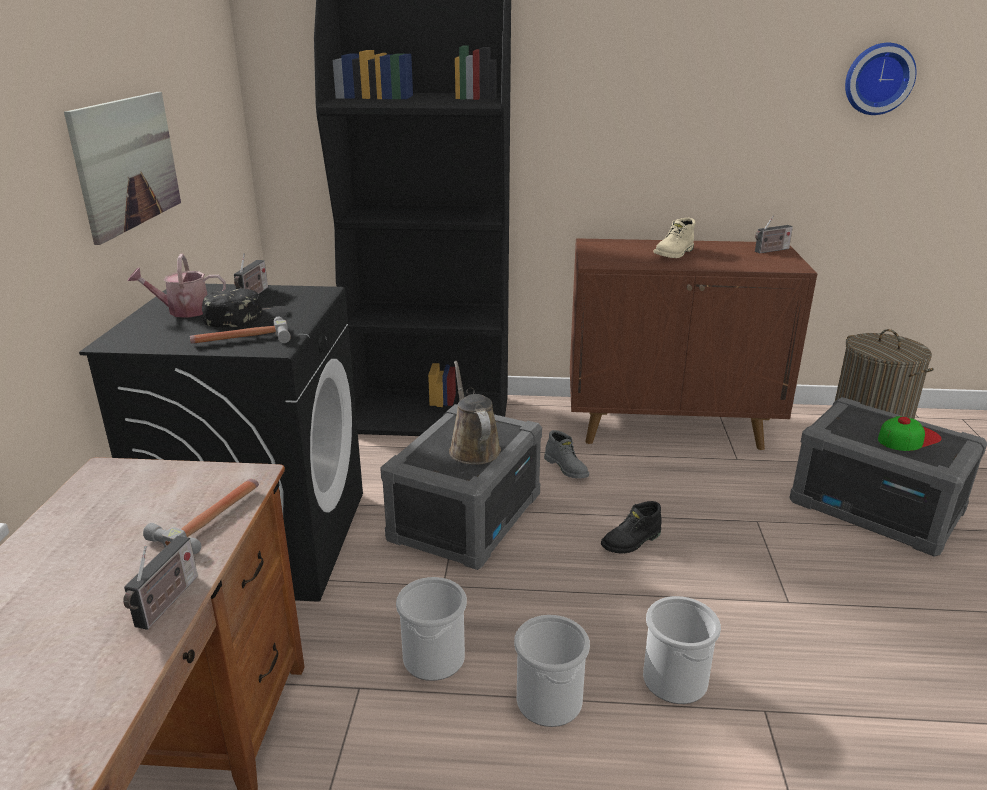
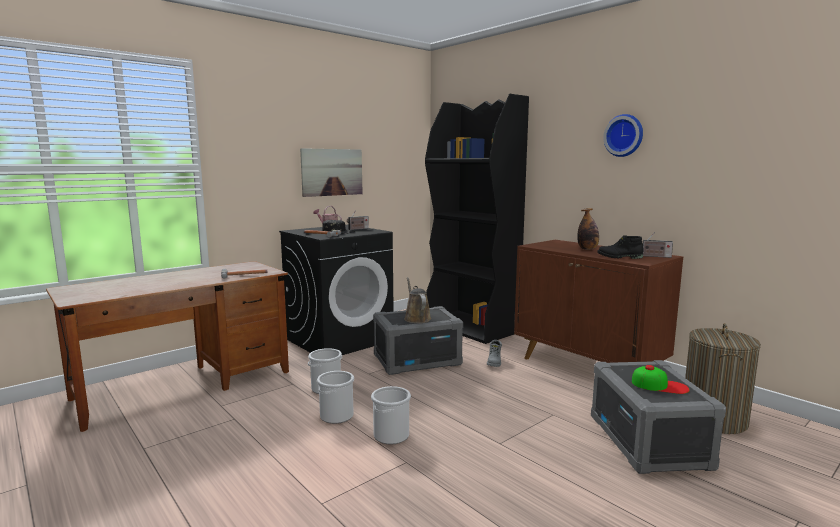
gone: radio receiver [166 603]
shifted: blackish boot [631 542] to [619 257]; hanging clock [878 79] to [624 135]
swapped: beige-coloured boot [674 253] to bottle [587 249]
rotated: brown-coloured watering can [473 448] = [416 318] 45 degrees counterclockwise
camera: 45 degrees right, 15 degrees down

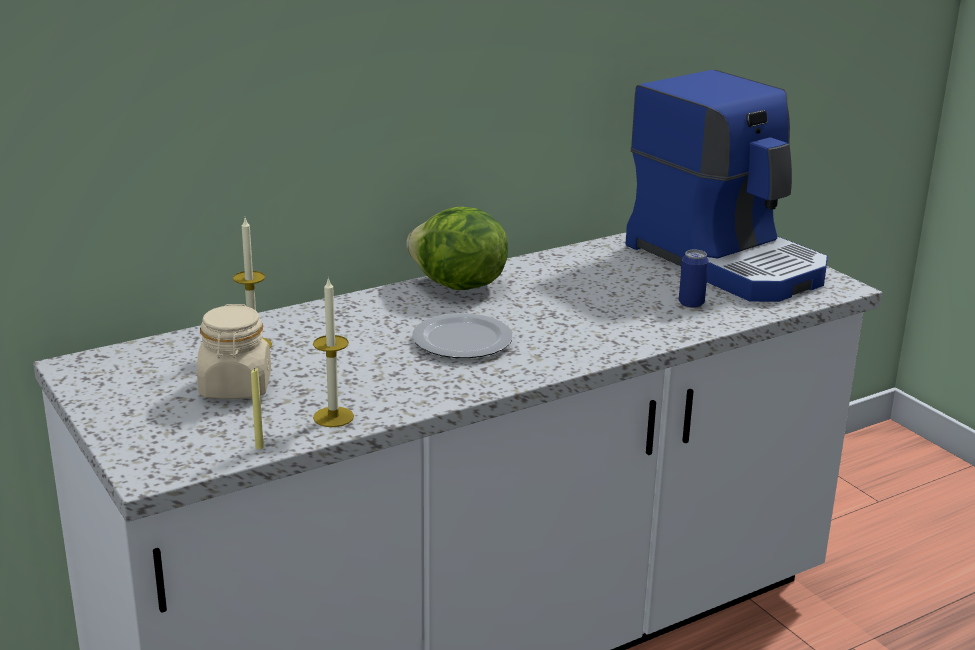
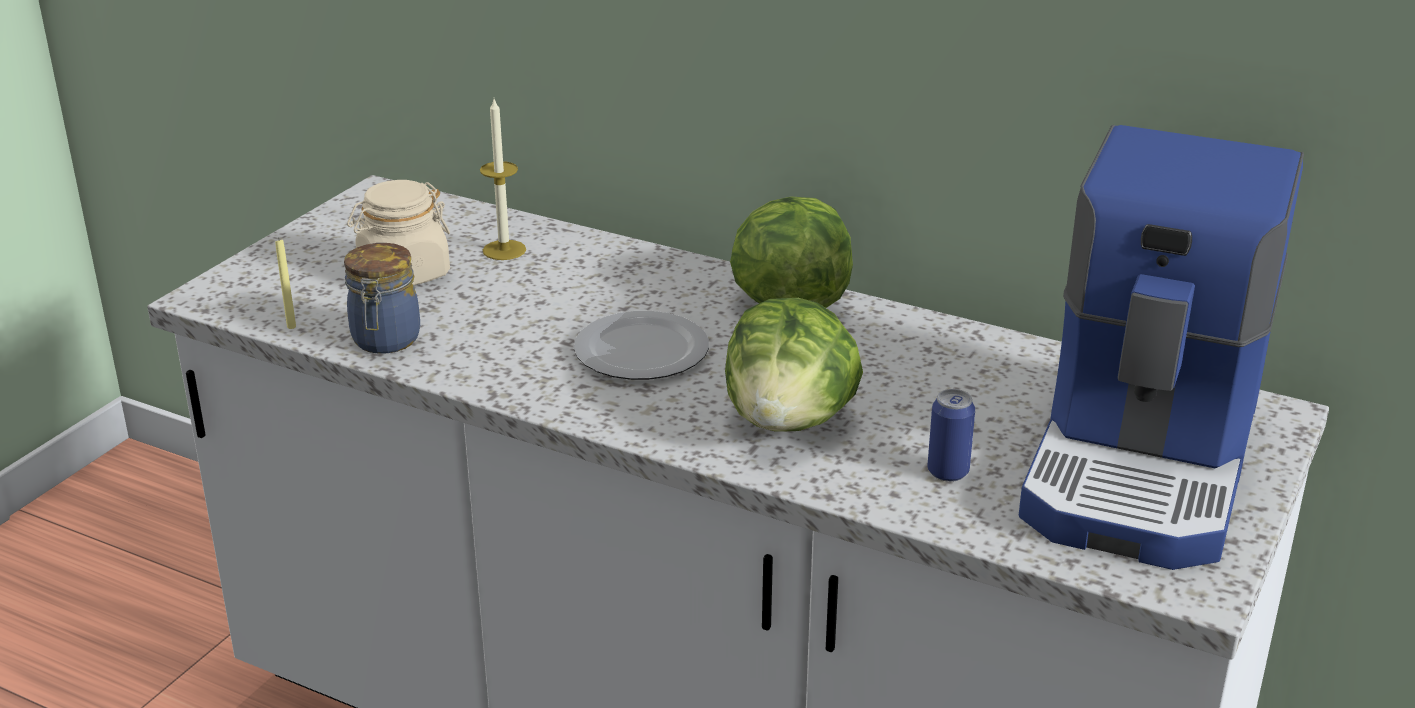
new: head of lettuce [790 421]
swapped: candle [333 417] to preserve jar [385 341]
camera: 60 degrees right, 5 degrees up

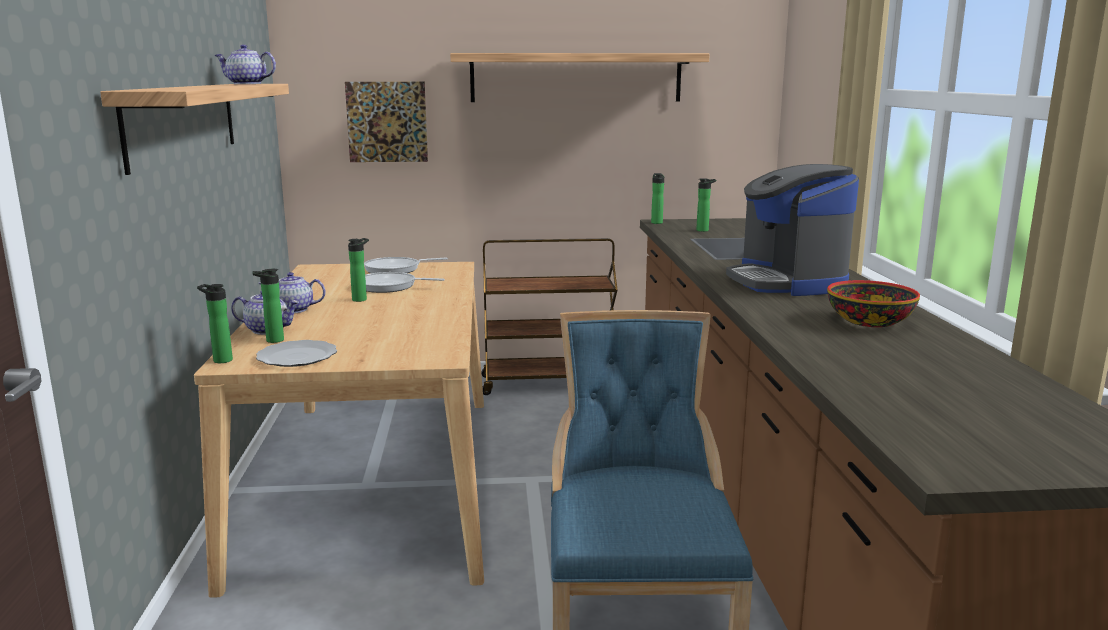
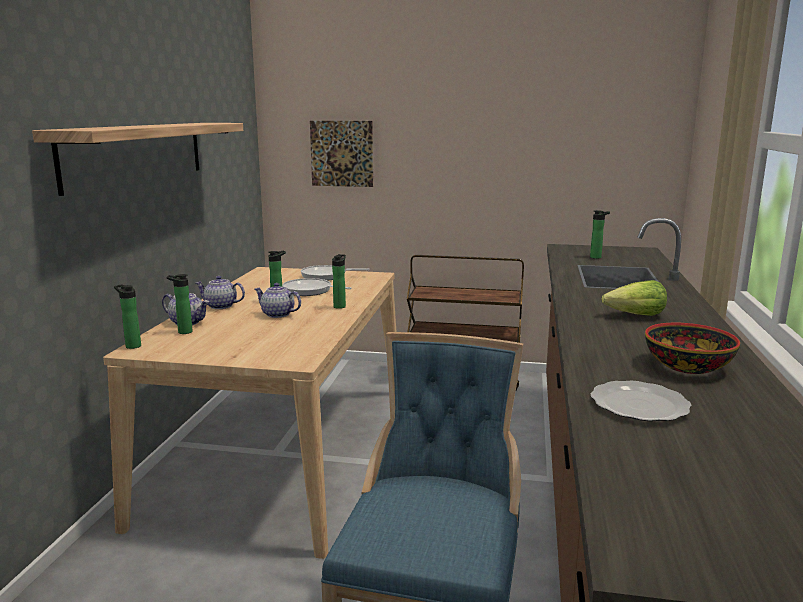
gone: bracket shelf [576 78]
shifted: tea pot [246 84] to [277 314]; dinner plate [296 357] to [638 405]; bottle [656 222] to [340 306]
swapped: coffee maker [787 282] to head of lettuce [636 316]
camera: 15 degrees right, 0 degrees up

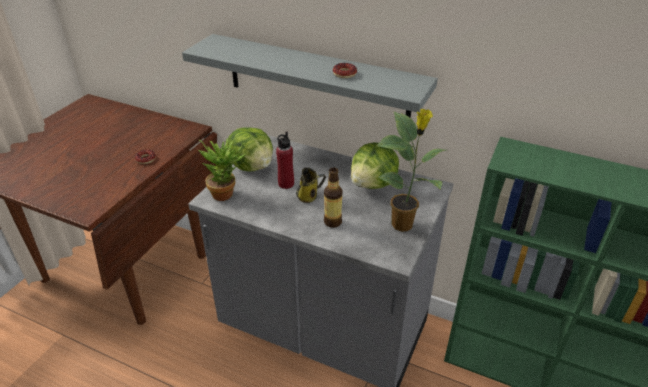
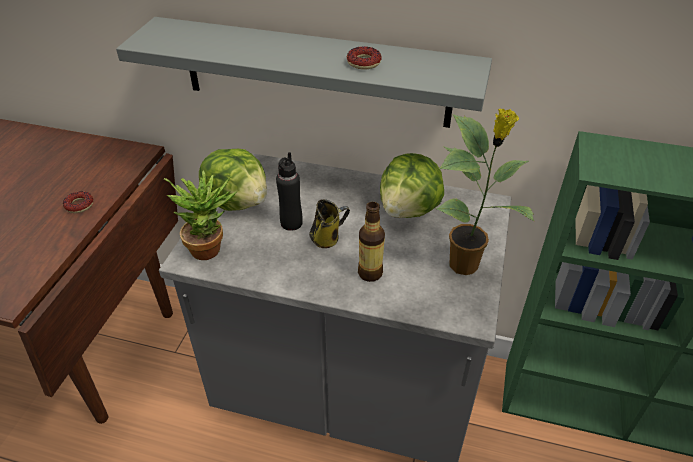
repainted: reddish bottle [286 184] to blackish bottle [291 223]
camera: 10 degrees left, 5 degrees up

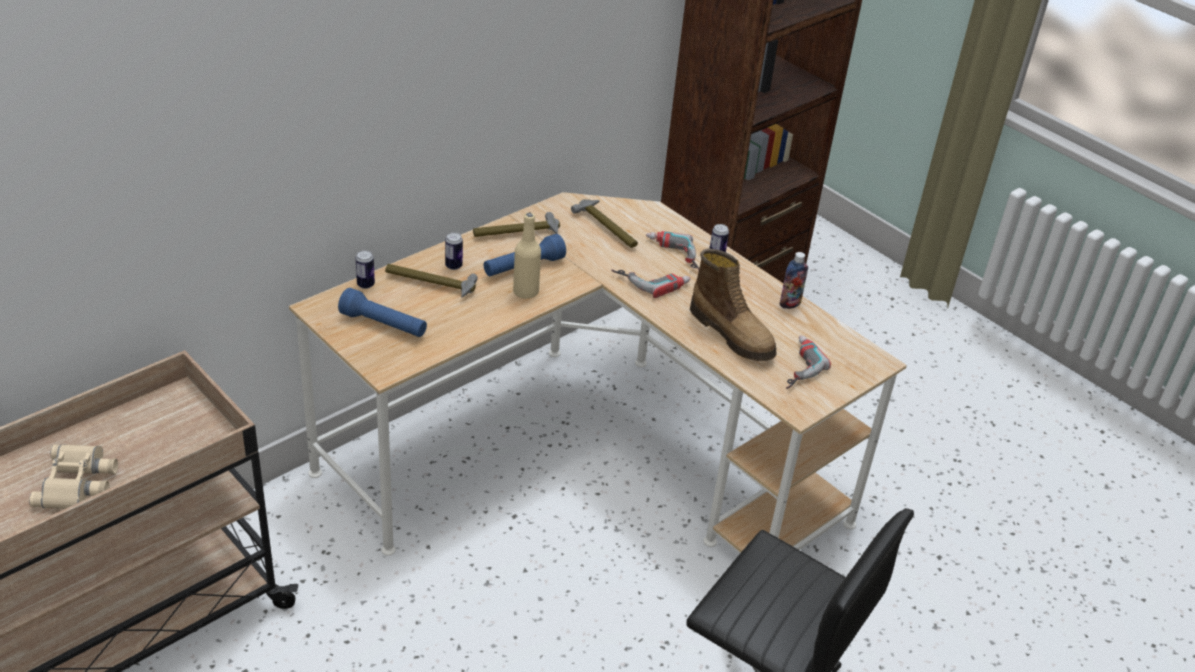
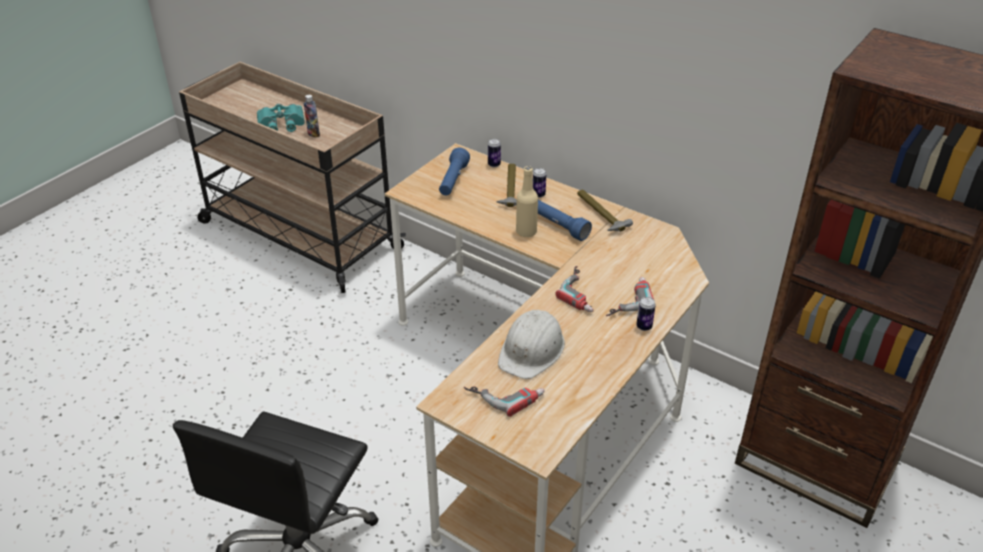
gone: hammer [607 228]
shifted: bottle [790 304] to [313 134]
swapped: boot [733 334] to white hard hat [532 350]
repainted: beige-coloured binoculars [79 482] to blue-green binoculars [281 124]
camera: 80 degrees right, 0 degrees up

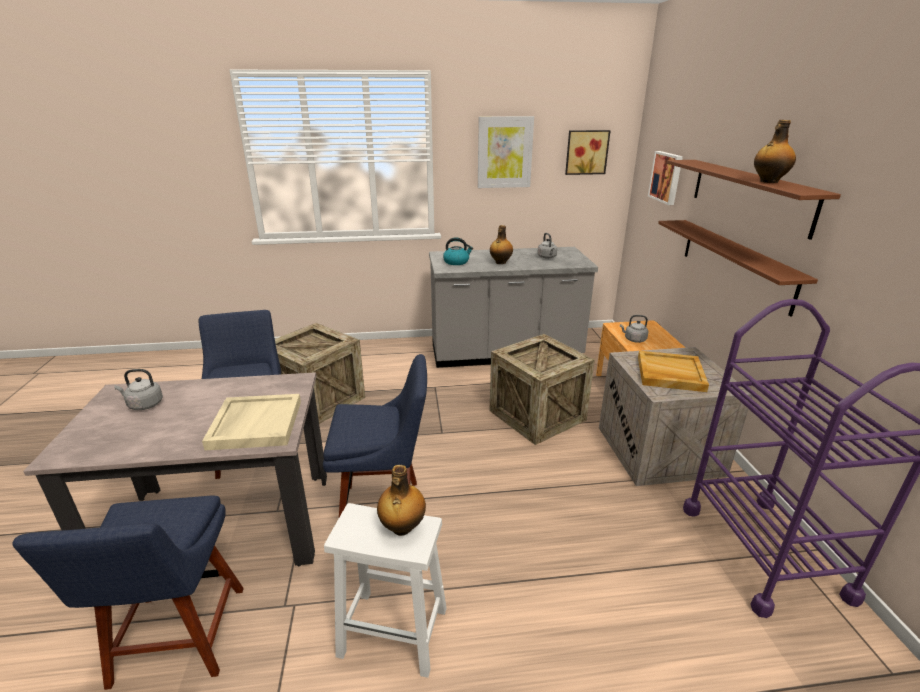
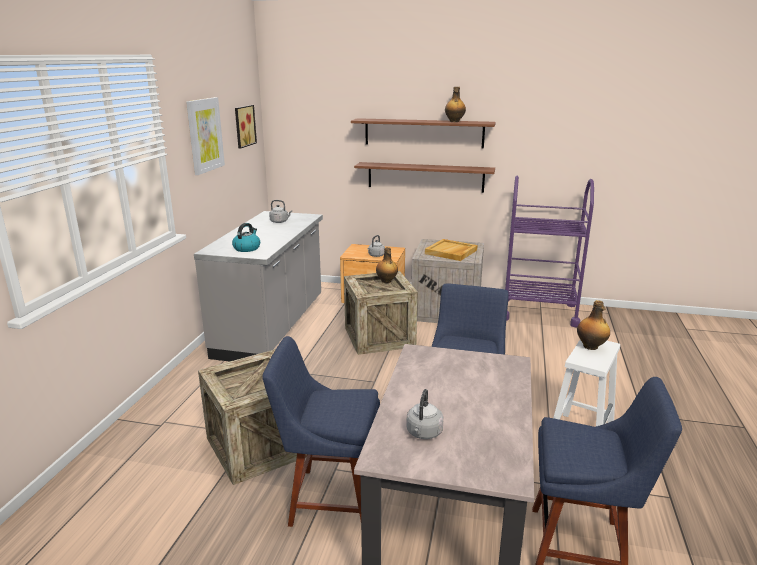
gone: beige-coloured tray [255 424]; wall picture [666 177]
shifted: bottle [500 262] to [386 281]
camera: 70 degrees left, 5 degrees down

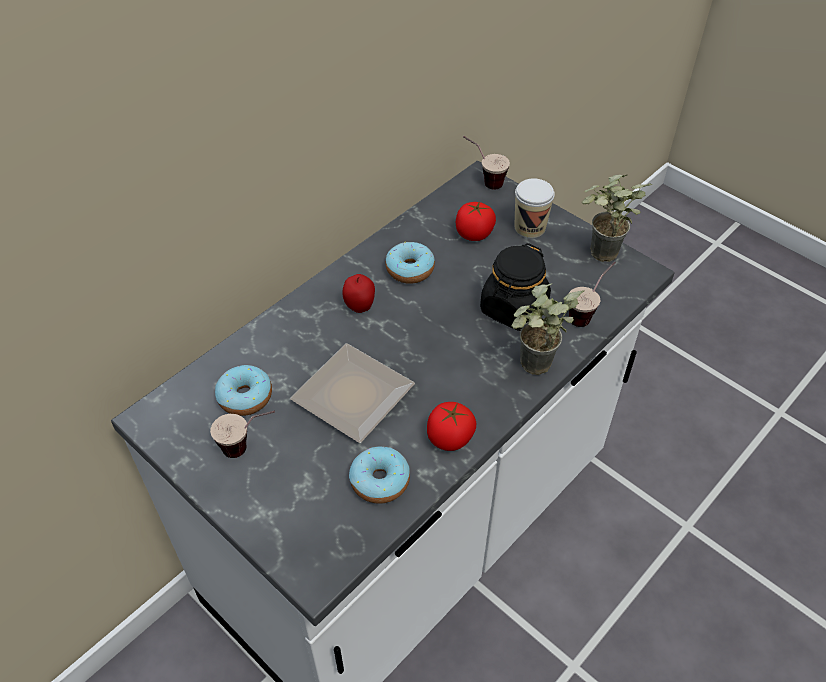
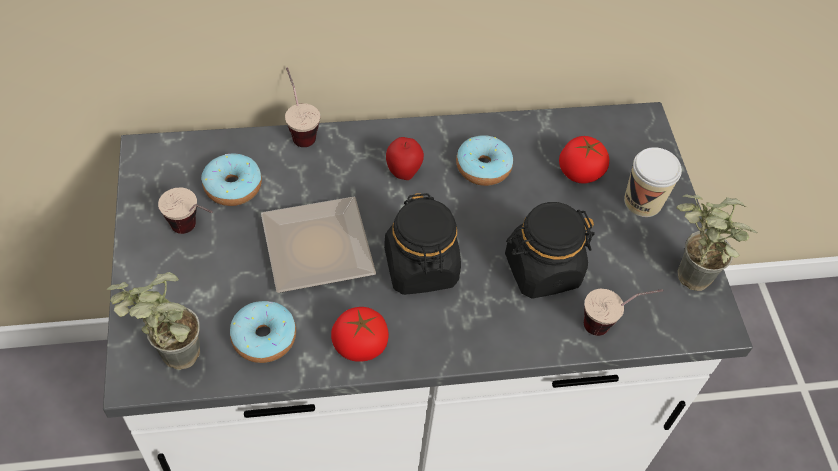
new: blackish preserve jar [421 267]
shifted: small cup [483 180] to [299 129]; houseplant [532 371] to [169 359]
camera: 35 degrees right, 5 degrees up

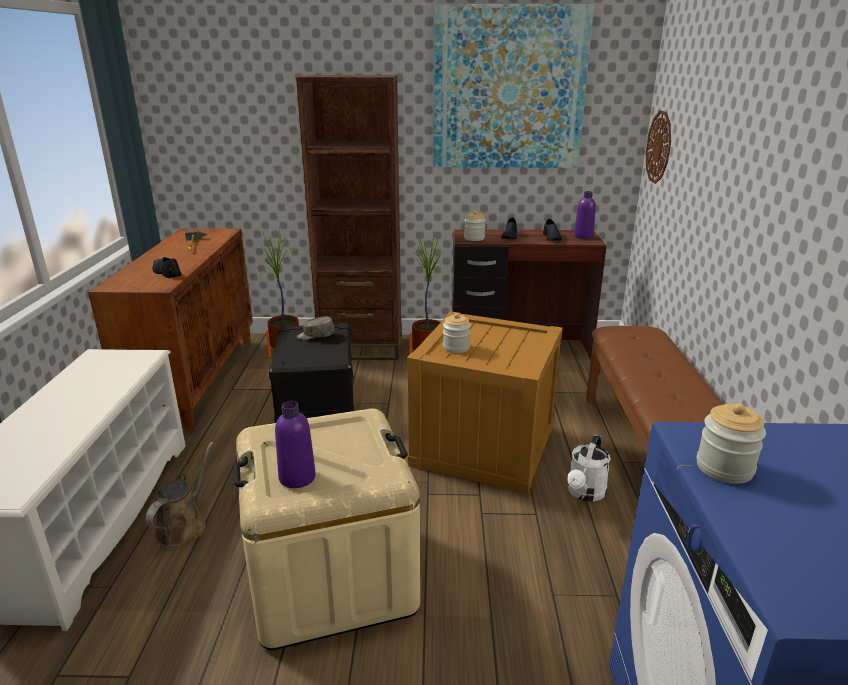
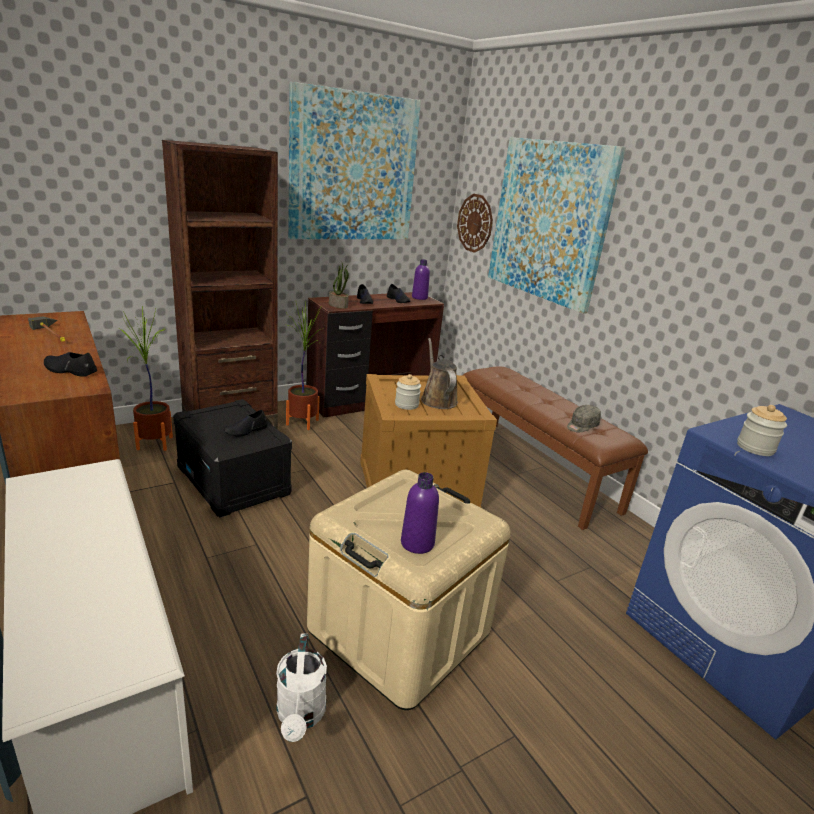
new: blackish shoe [246 430]; wall picture [549 221]
shifted: brown-coloured watering can [184 526] to [437 399]; grey peaked cap [316 336] to [581 426]; white watering can [585 494] to [300 716]
swapped: preserve jar [474 238] to houseplant [338 305]
camera: 35 degrees left, 0 degrees up

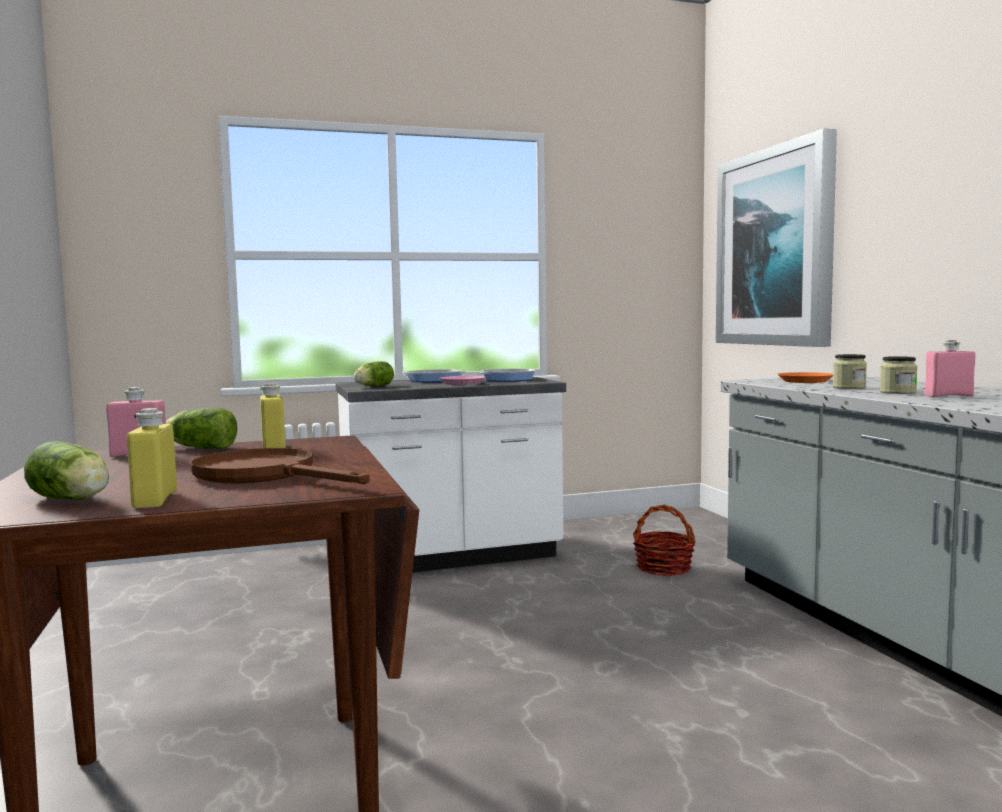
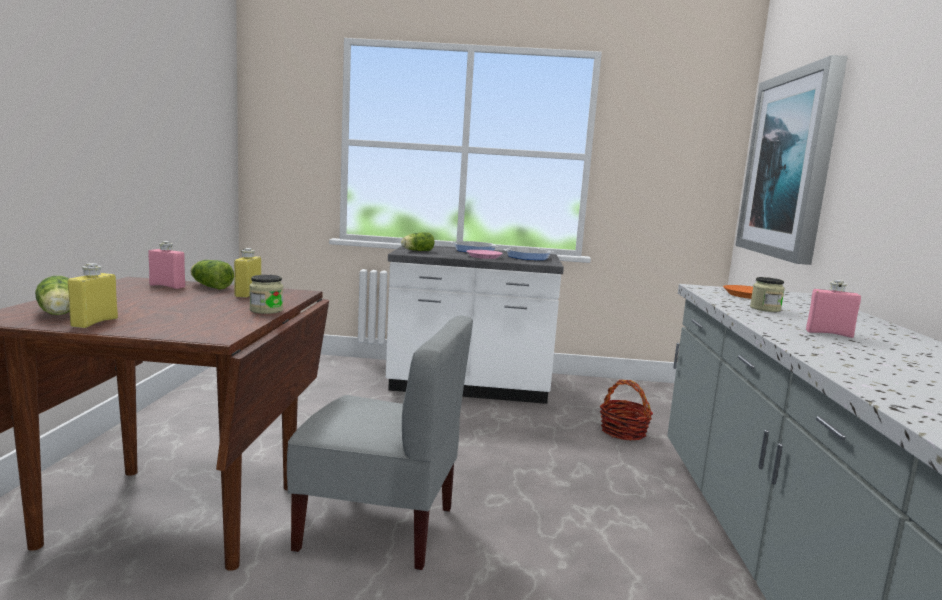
gone: brown-coloured frying pan [266 475]
new: grey plain chair [379 527]
shifted: preserve jar [897 392] to [266 310]
camera: 20 degrees right, 5 degrees up

